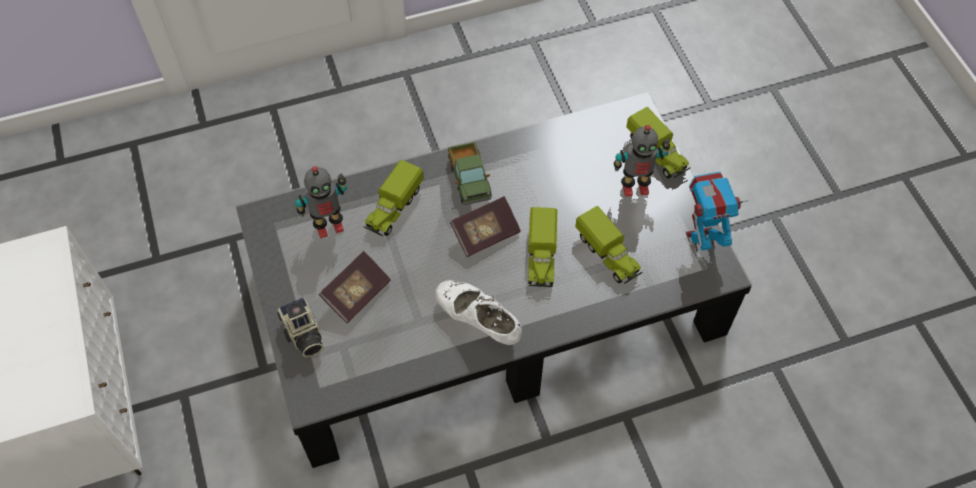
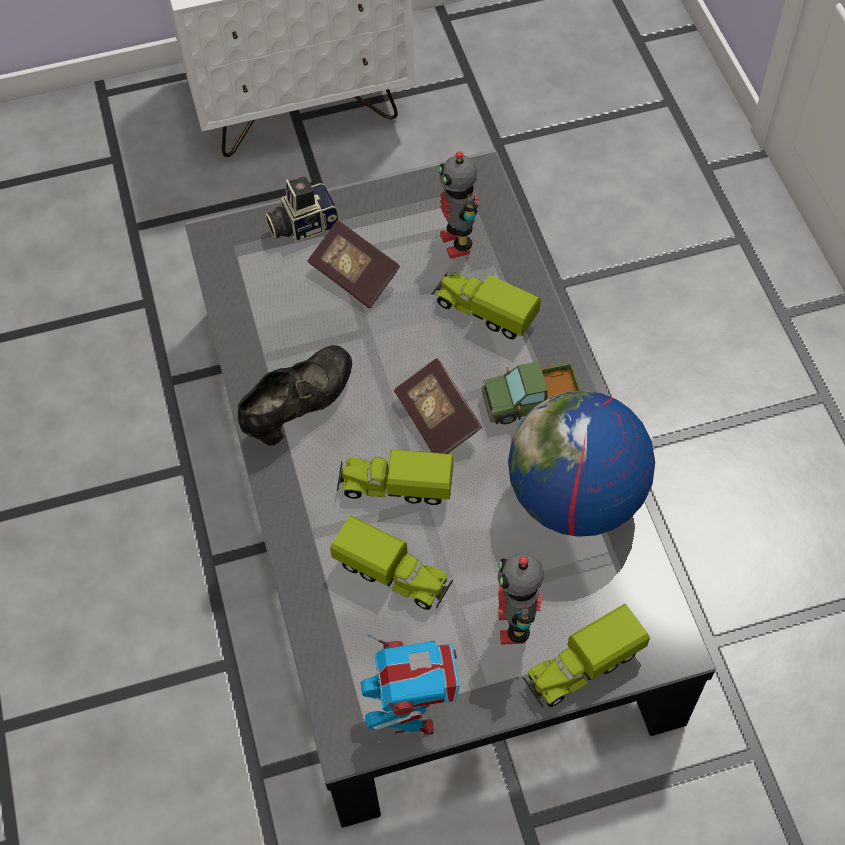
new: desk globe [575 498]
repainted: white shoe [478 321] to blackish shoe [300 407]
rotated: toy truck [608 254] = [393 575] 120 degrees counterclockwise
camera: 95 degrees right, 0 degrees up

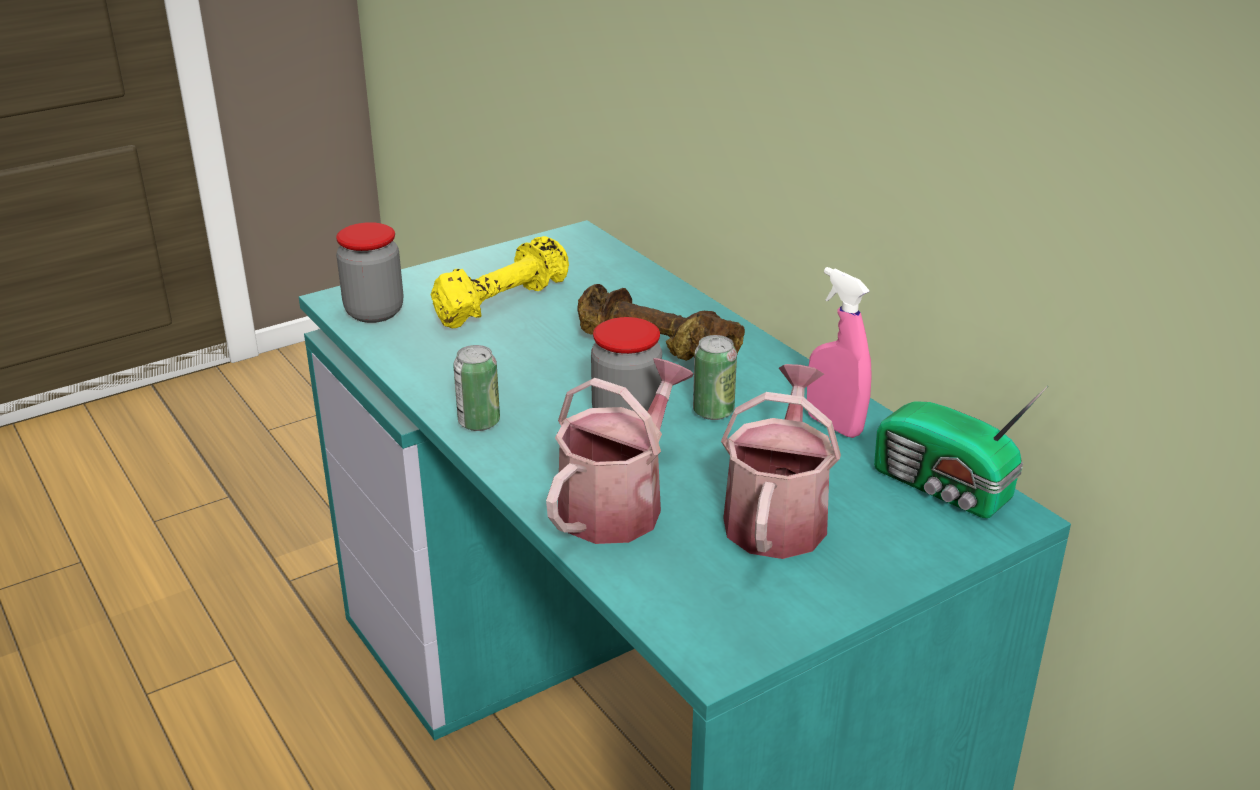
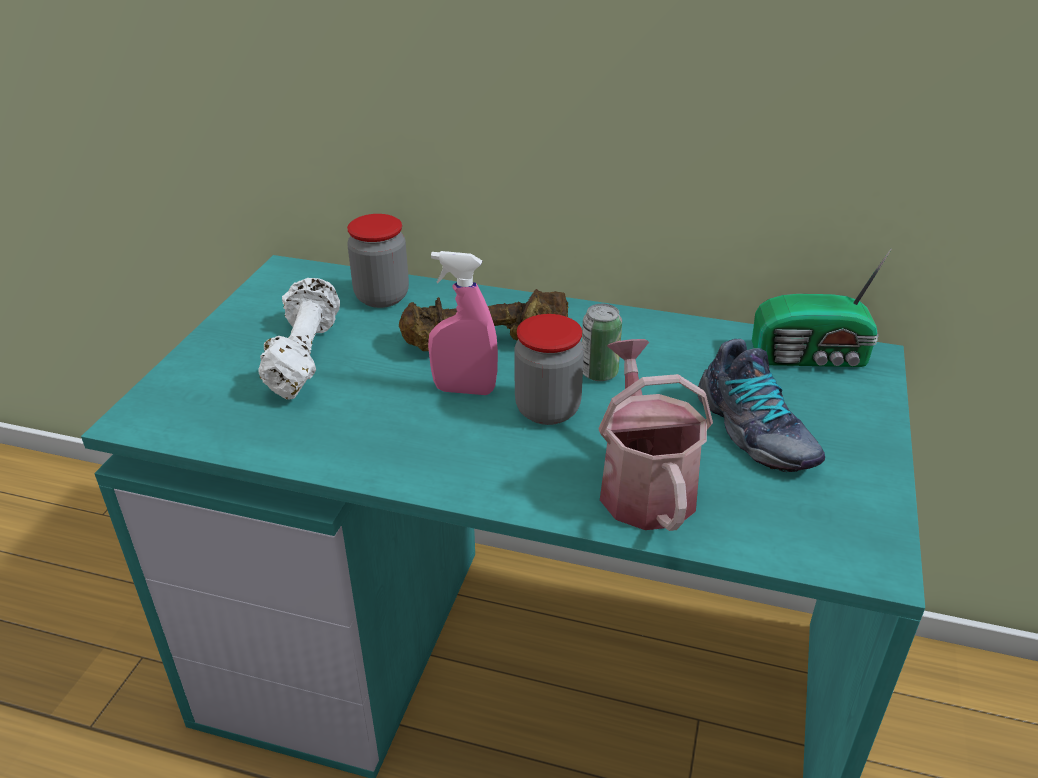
gone: sealed can [479 422]
shifted: preserve jar [374 312] to [382 297]; pink hand sprayer [834 425] to [464 390]
swapped: watering can [777 515] to shoe [754 432]
repainted: yellow-coloured dumbbell [501 303] to white dumbbell [302 357]
camera: 40 degrees left, 5 degrees up

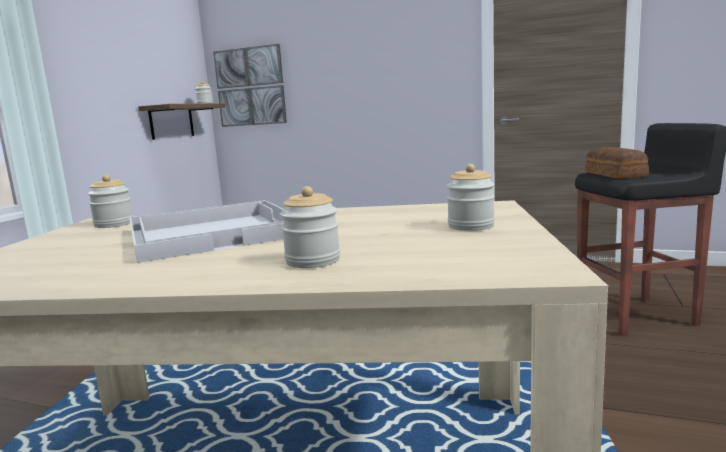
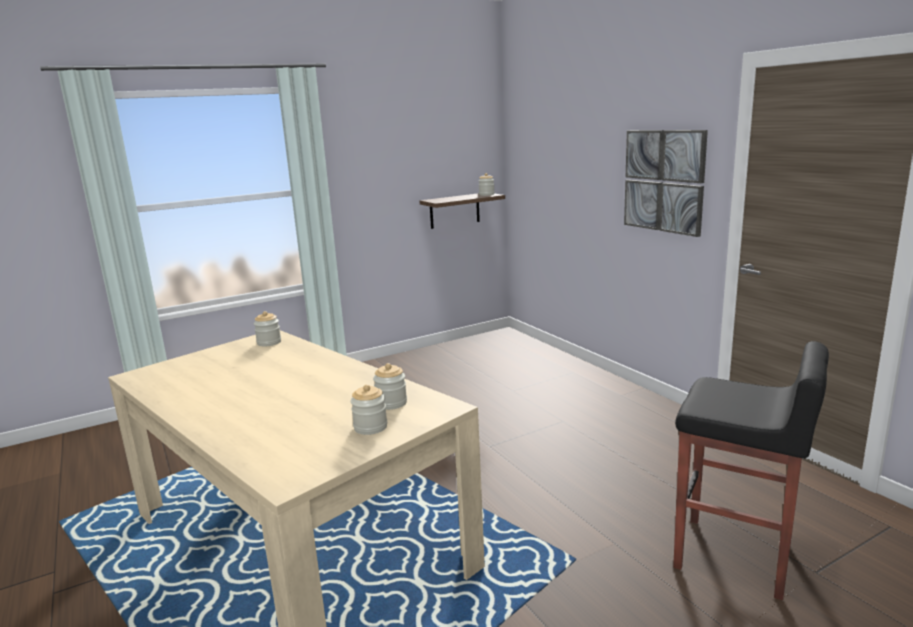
gone: white tray [214 232]; bakery bread [614 174]
shifted: wall picture [250 87] to [663 181]; preserve jar [313 261] to [391 403]
camera: 40 degrees right, 5 degrees up

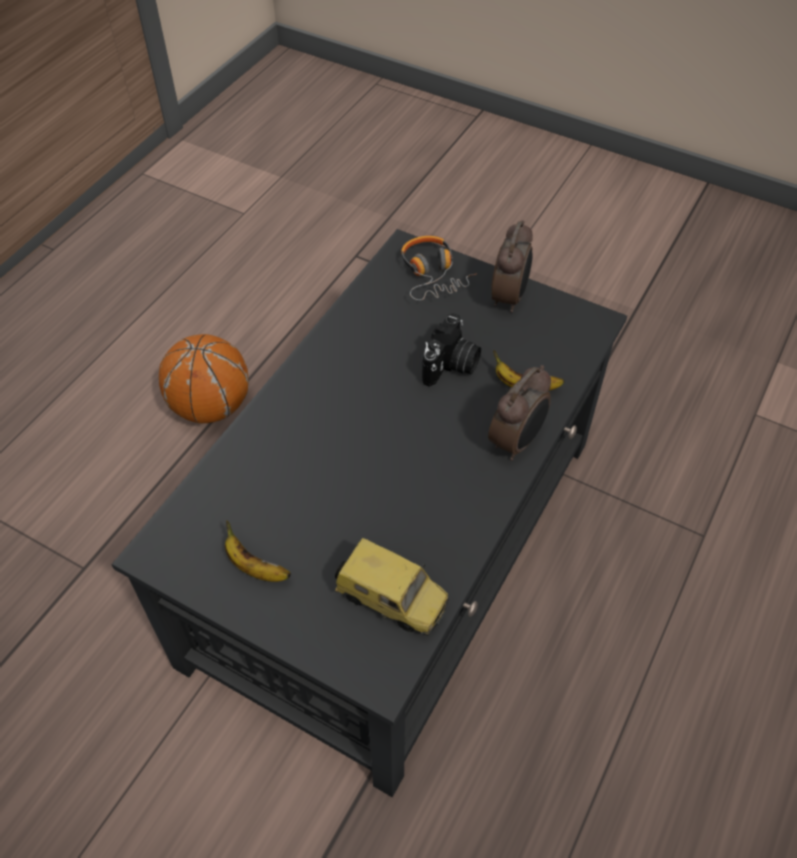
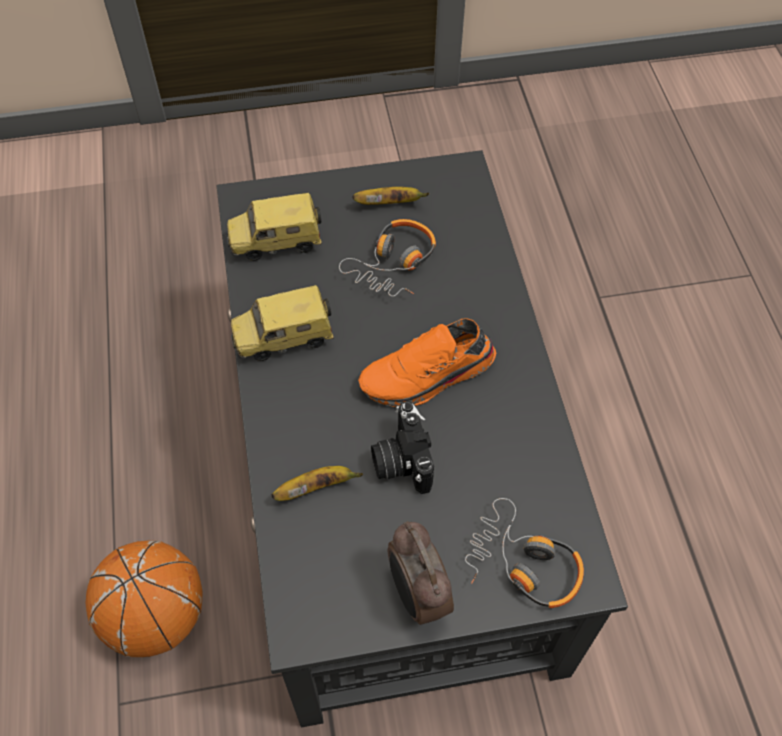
gone: alarm clock [517 441]
new: toy car [284 340]; pair of headphones [394 264]; orangey shoe [428 376]
shifted: basketball [211 407] to [156 615]
camera: 140 degrees right, 5 degrees up

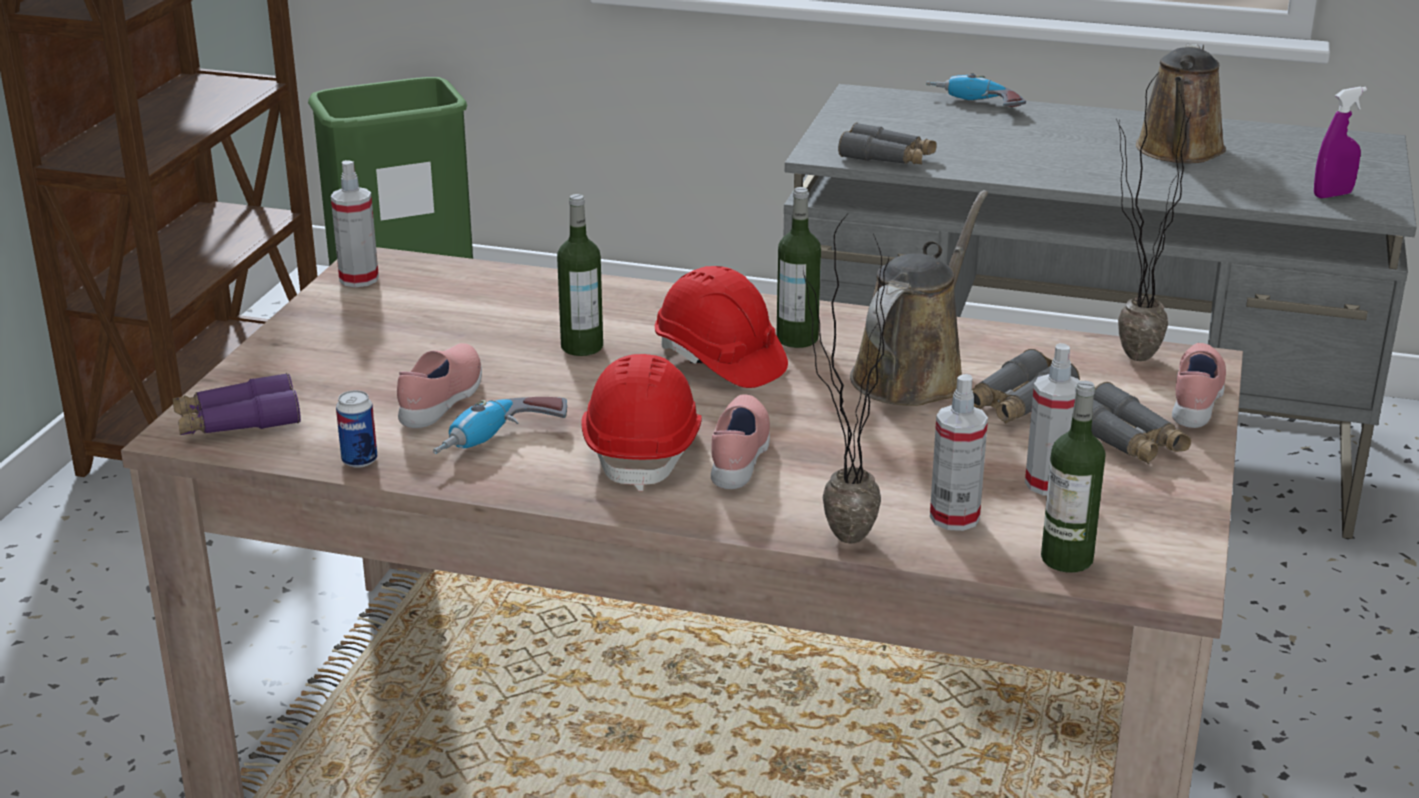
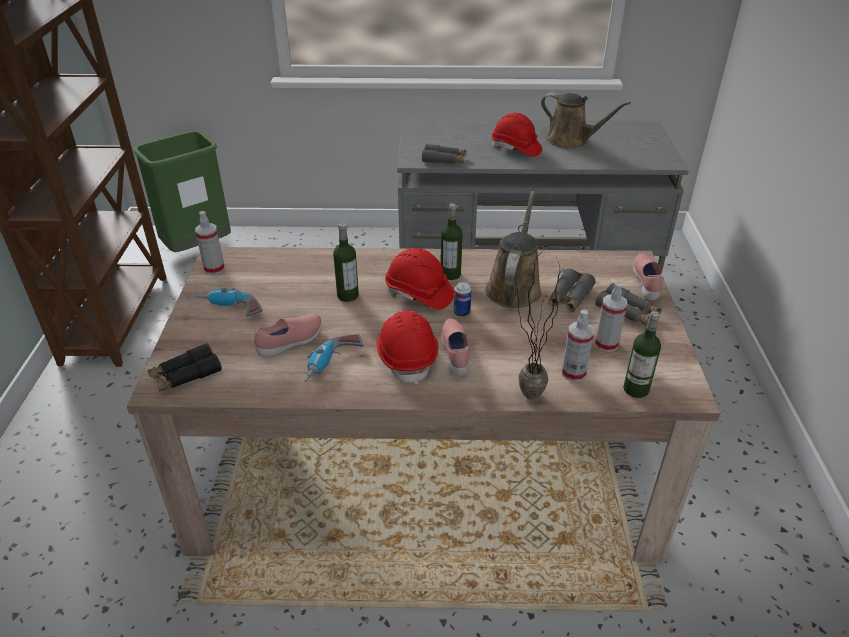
gone: houseplant [1123 356]; purple-coloured hand sprayer [1332 195]
new: reddish hard hat [515 148]
shifted: sealed can [359 460] to [461 313]; electric drill [974 105] to [230 310]
repainted: purple-coloured binoculars [238 422] to blackish binoculars [186 375]
rotated: pink shoe [443 401] = [291 342] 45 degrees clockwise; brown-coloured watering can [1179 151] = [571 141] 60 degrees counterclockwise
camera: 15 degrees left, 10 degrees up

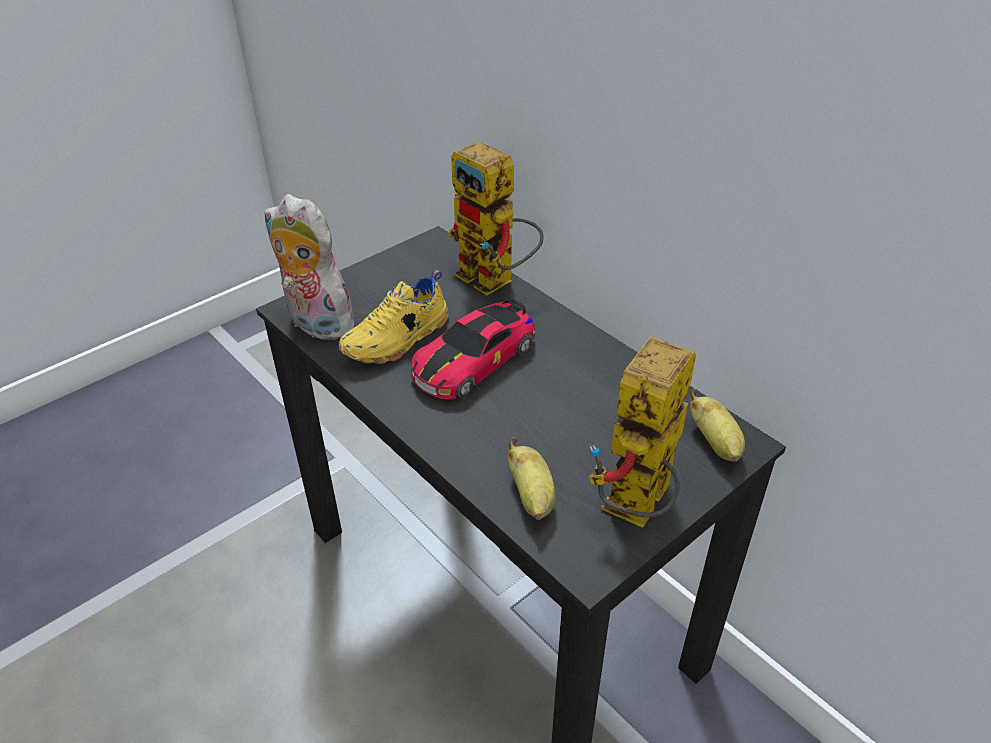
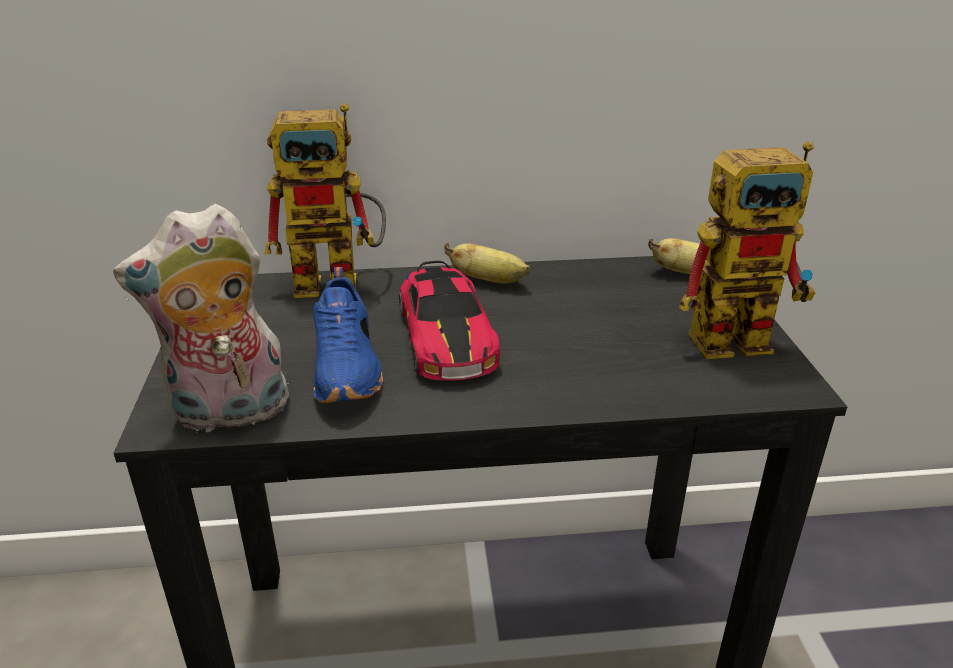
shifted: whole banana [532 496] to [489 281]
repainted: yellow-coloured shoe [398 340] to blue-coloured shoe [348 368]
rotated: toy robot [636 512] = [743 337] 75 degrees counterclockwise
camera: 55 degrees left, 10 degrees down

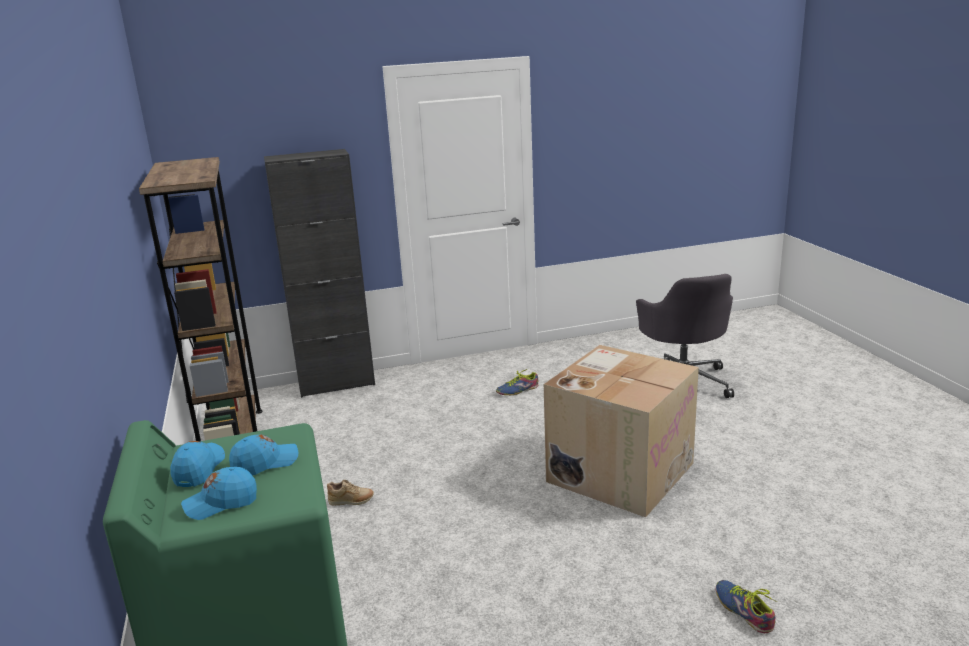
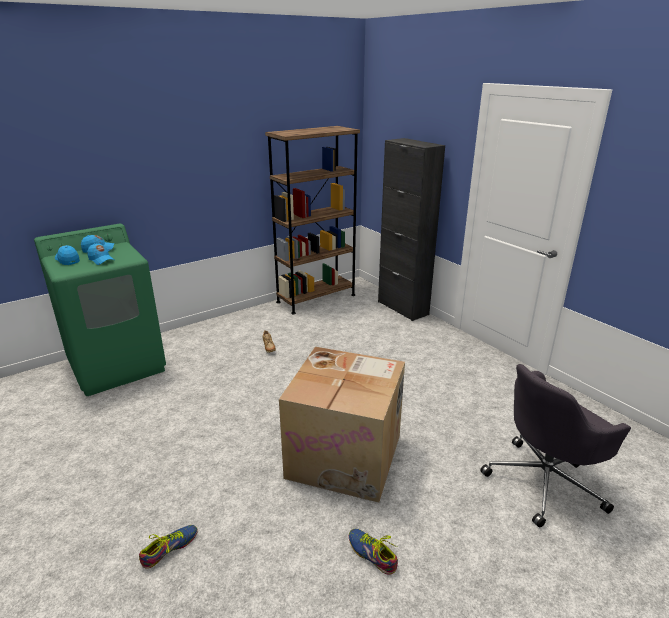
shifted: shoe [518 390] to [372 554]
camera: 70 degrees right, 5 degrees up

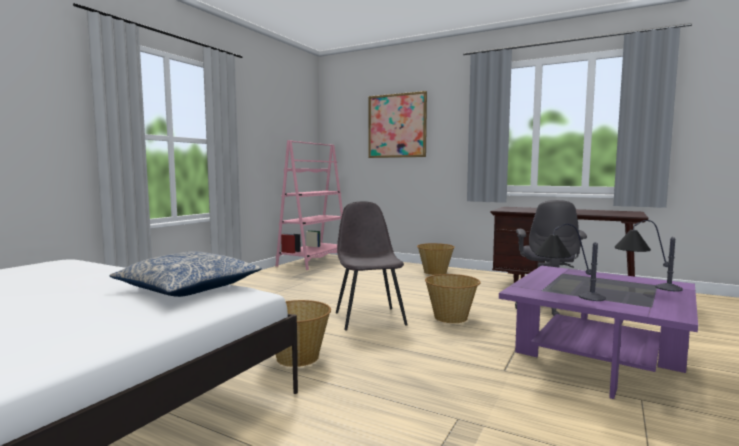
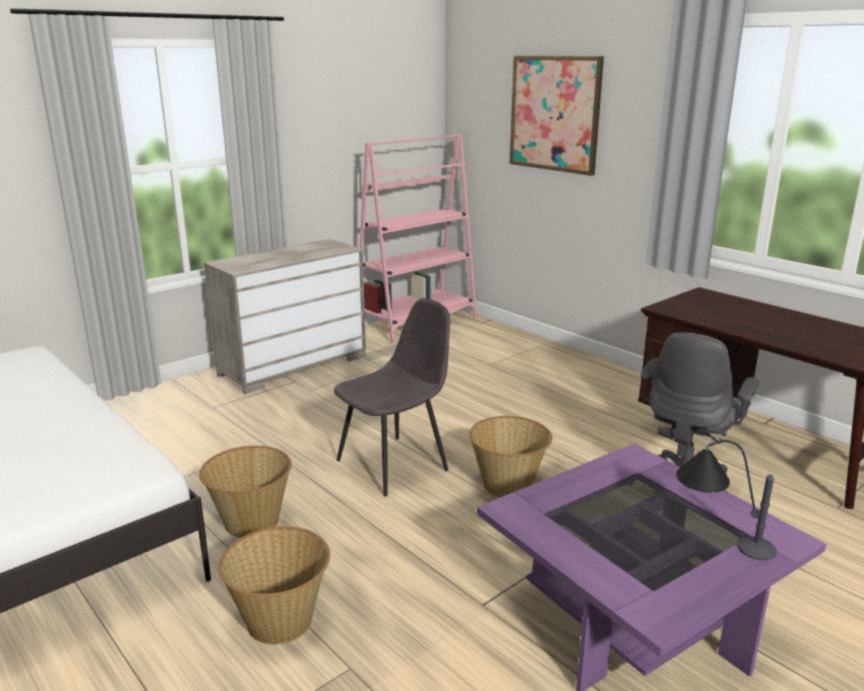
gone: cushion [188 288]; lamp for a table [566 296]
new: beige-coloured drawer chest [293 365]
shifted: household basket [435 272] to [280 620]
rotated: grey plain chair [369 318] = [394 464] 45 degrees clockwise
camera: 20 degrees right, 15 degrees up

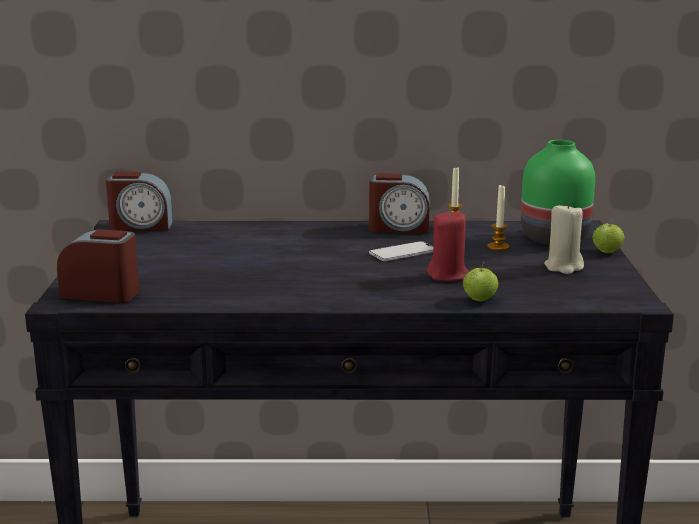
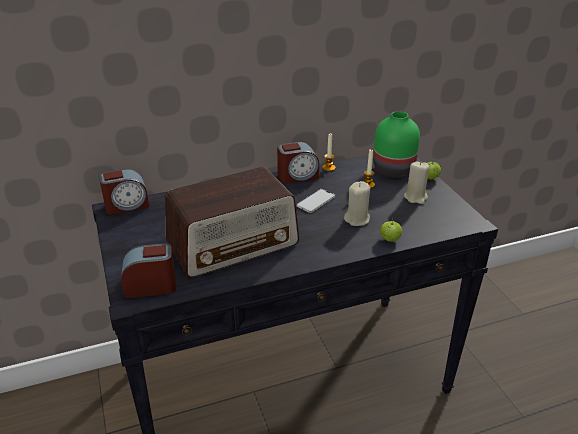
new: radio receiver [233 244]
repainted: reddish candle [448 275] to beige-coloured candle [357 219]
camera: 20 degrees left, 15 degrees up

